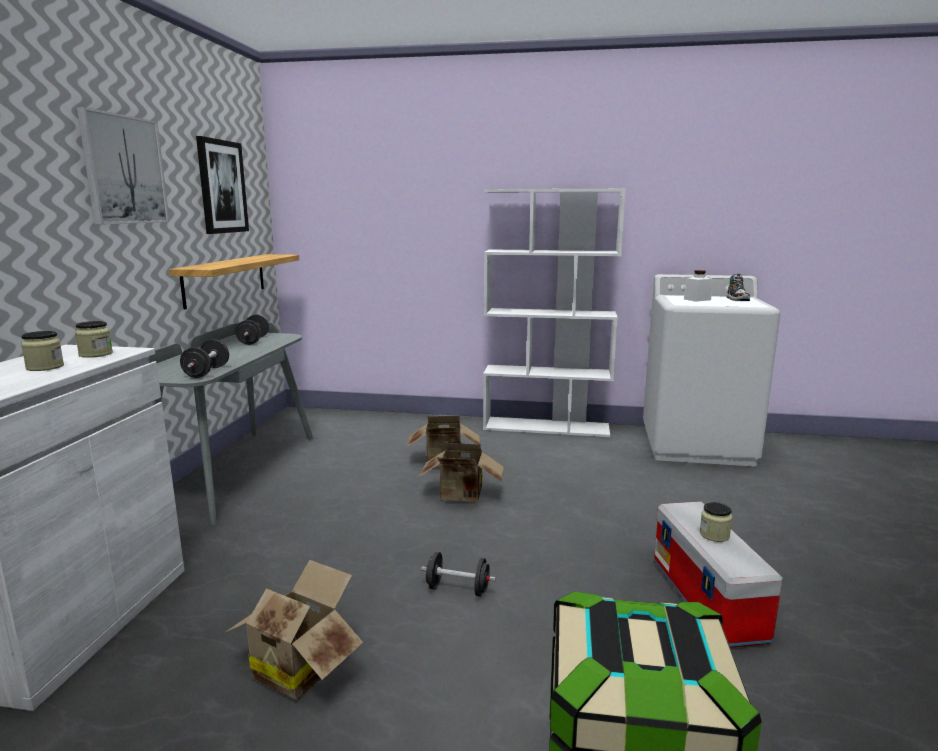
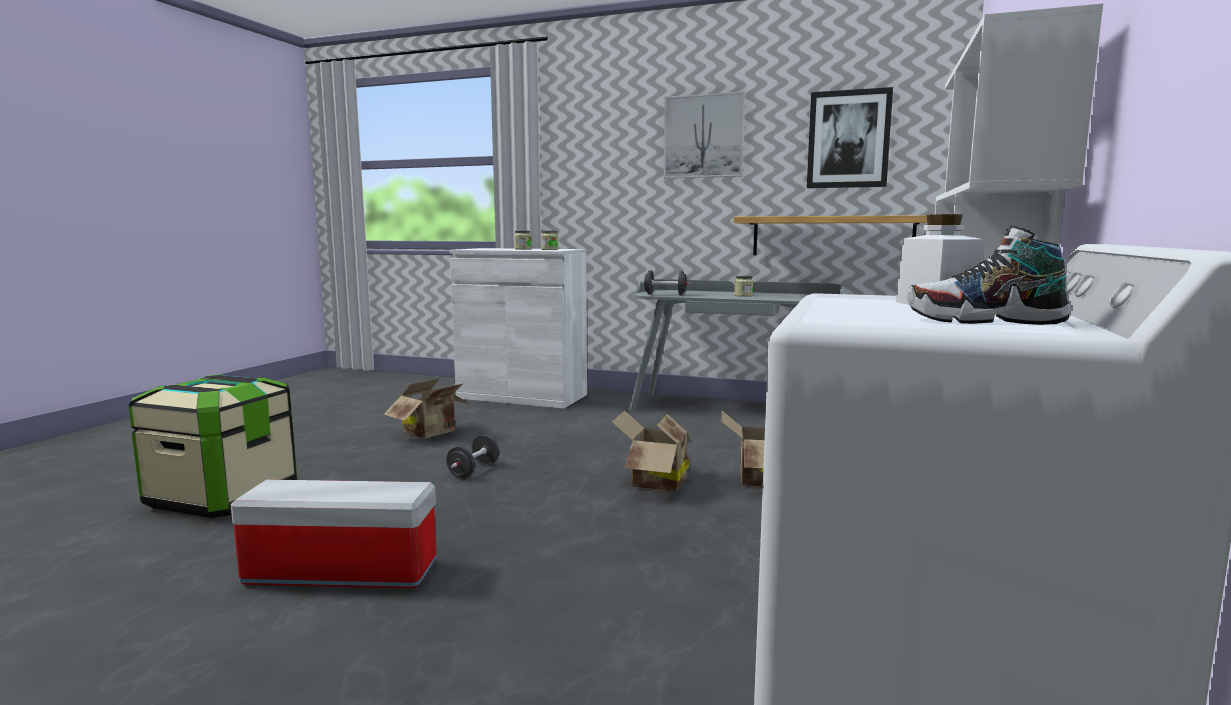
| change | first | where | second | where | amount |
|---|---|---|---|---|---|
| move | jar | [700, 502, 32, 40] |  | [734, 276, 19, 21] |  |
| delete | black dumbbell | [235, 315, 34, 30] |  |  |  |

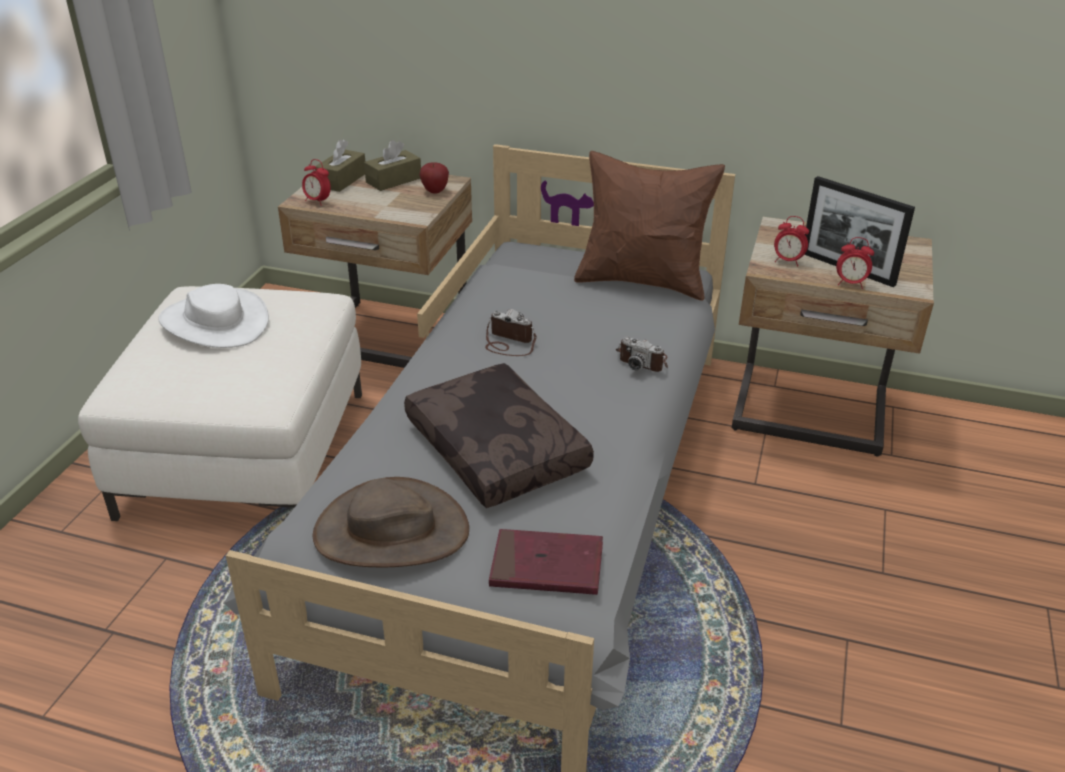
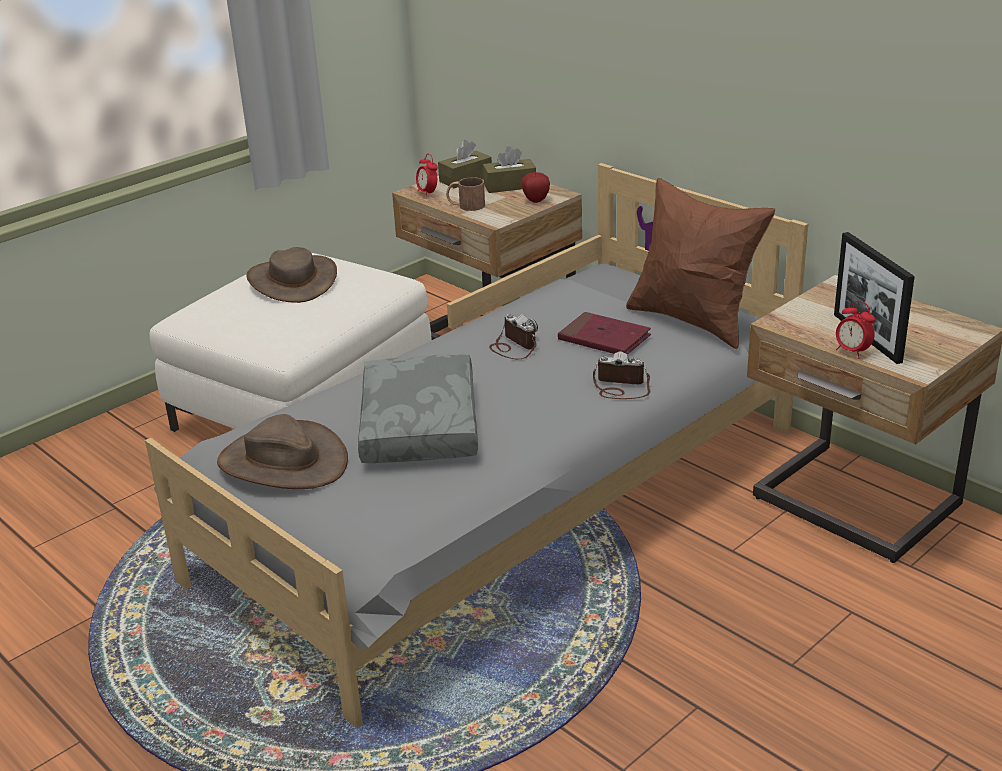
| change | first | where | second | where | amount |
|---|---|---|---|---|---|
| recolor | white hat | [158, 284, 111, 64] | brown hat | [246, 247, 91, 56] |  |
| recolor | brown pillow | [404, 363, 190, 145] | grey pillow | [358, 354, 120, 109] |  |
| insert |  |  | brown mug | [446, 177, 39, 34] |  |
| move | red book | [489, 529, 114, 66] |  | [558, 312, 93, 43] |  |
| rotate | photo camera | [616, 337, 52, 35] |  | [593, 351, 57, 48] | 135 degrees clockwise |
| delete | alarm clock | [774, 216, 35, 51] |  |  |  |

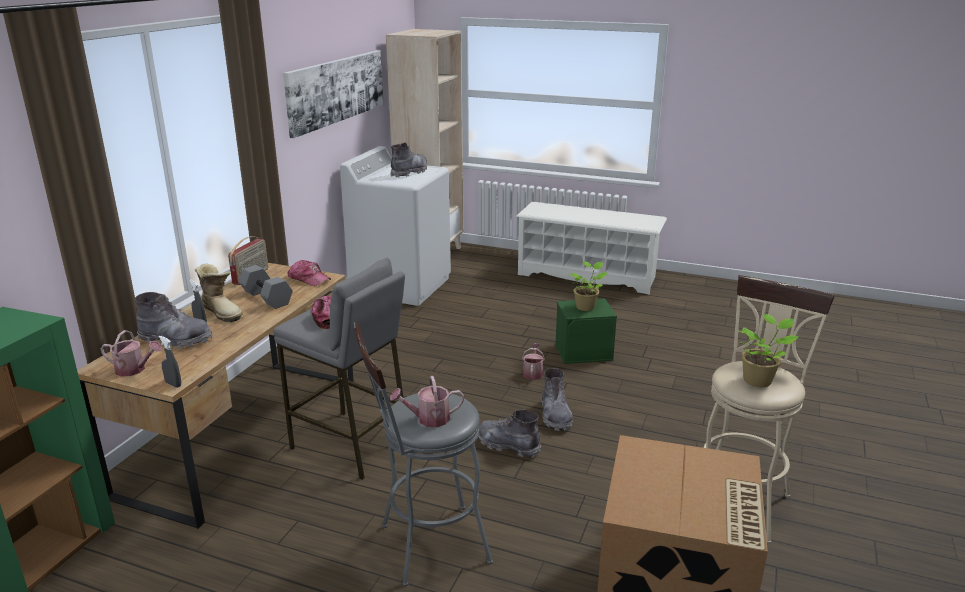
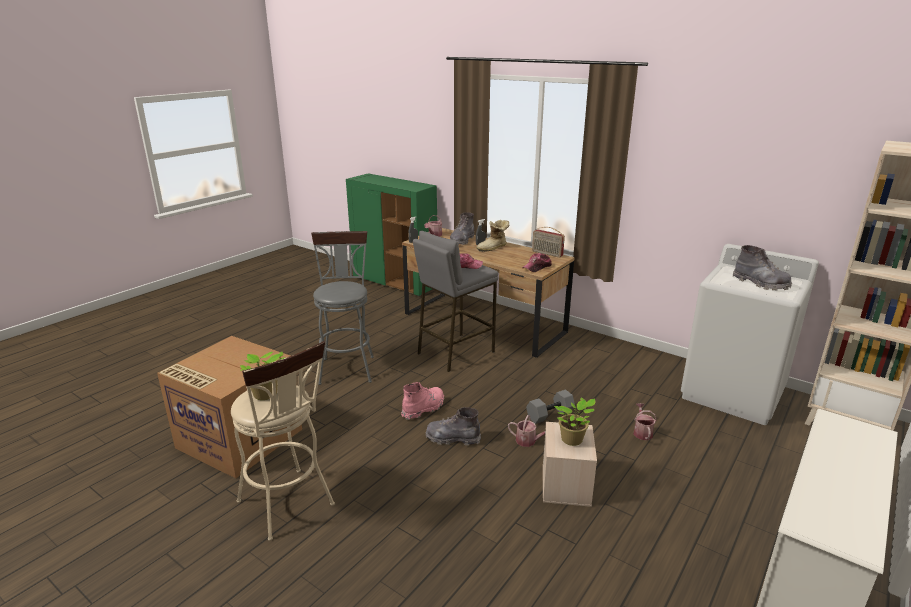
| change | first | where | second | where | amount |
|---|---|---|---|---|---|
| recolor | grey boot | [478, 410, 63, 48] | pink boot | [401, 382, 43, 38] |  |
| move | grey dumbbell | [239, 265, 54, 44] |  | [526, 390, 49, 34] |  |
| recolor | green storage box | [555, 298, 62, 66] | beige storage box | [543, 422, 54, 85] |  |
| move | watering can | [390, 376, 74, 51] |  | [633, 403, 24, 37] |  |
| delete | picture | [283, 50, 100, 88] |  |  |  |

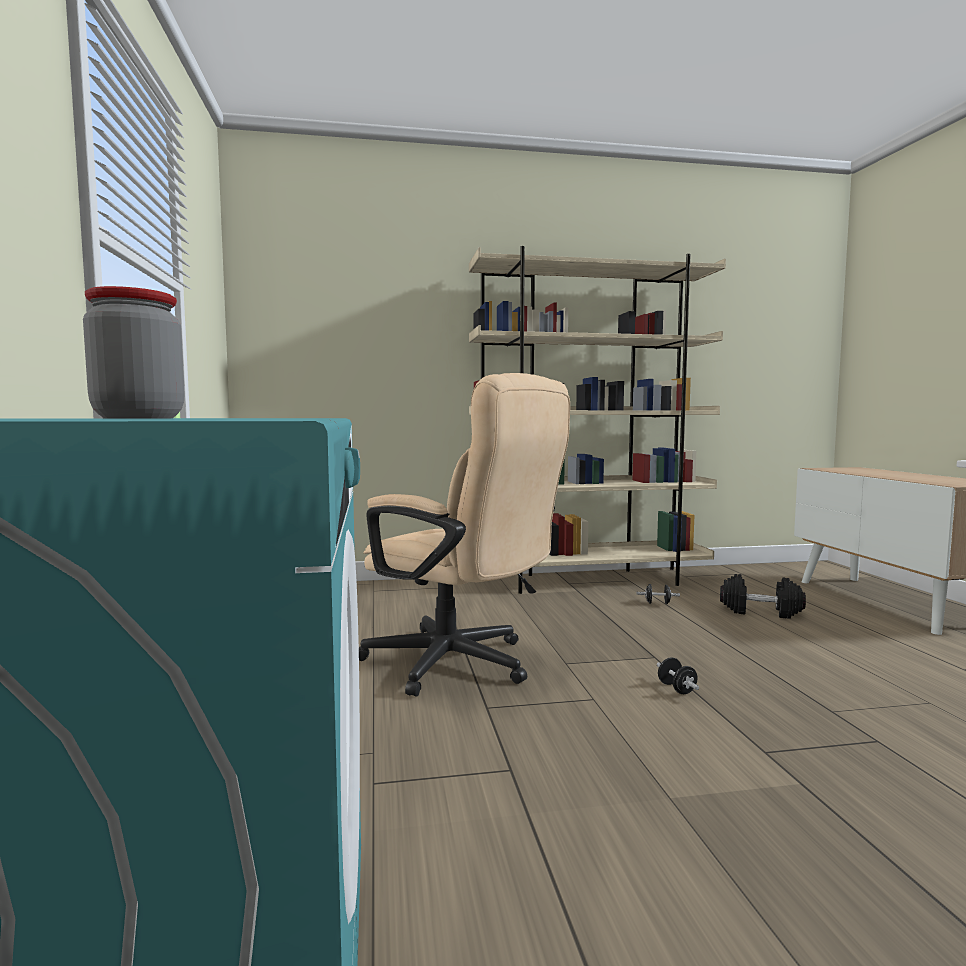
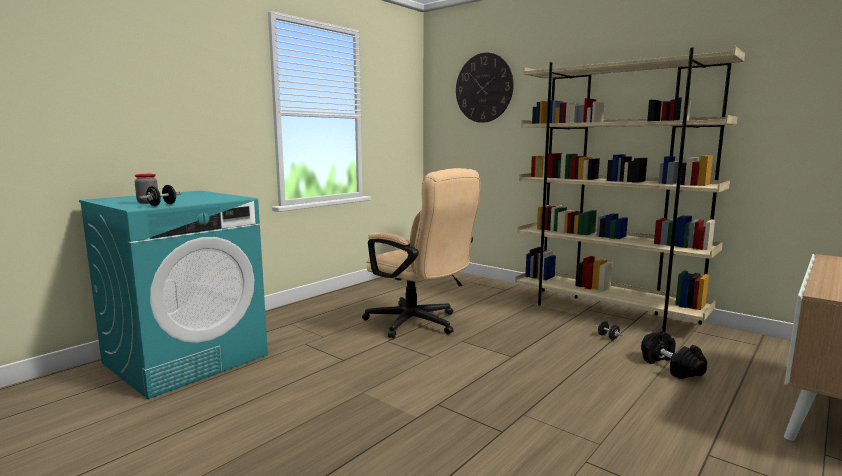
| change | first | where | second | where | amount |
|---|---|---|---|---|---|
| move | black dumbbell | [657, 657, 42, 37] |  | [140, 185, 41, 21] |  |
| rotate | beige office chair | [359, 373, 211, 324] |  | [362, 168, 118, 170] | 45 degrees counterclockwise |
| insert |  |  | wall clock | [456, 53, 58, 70] |  |

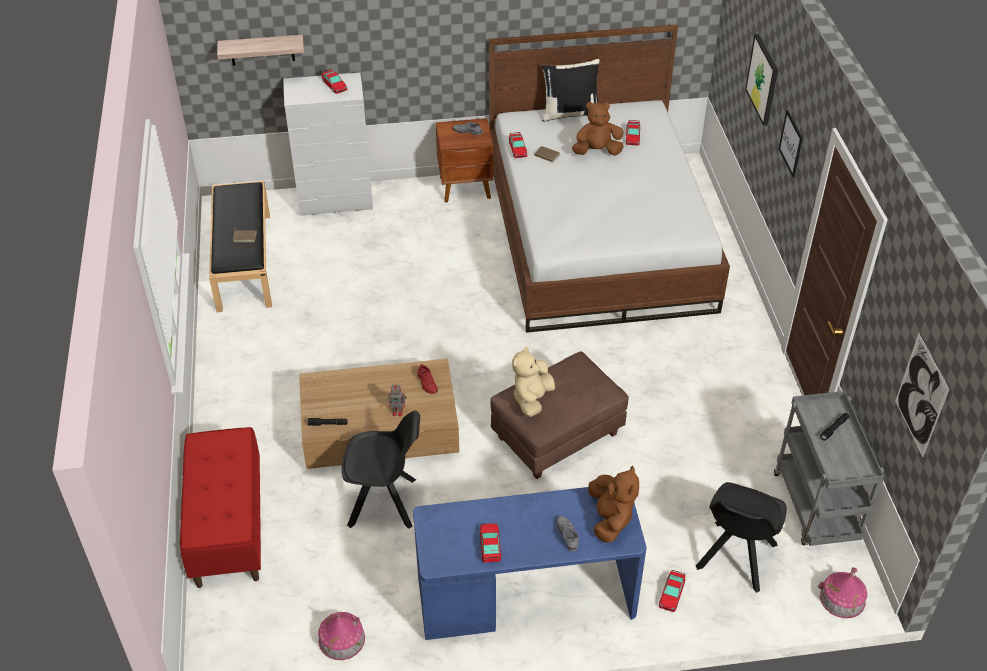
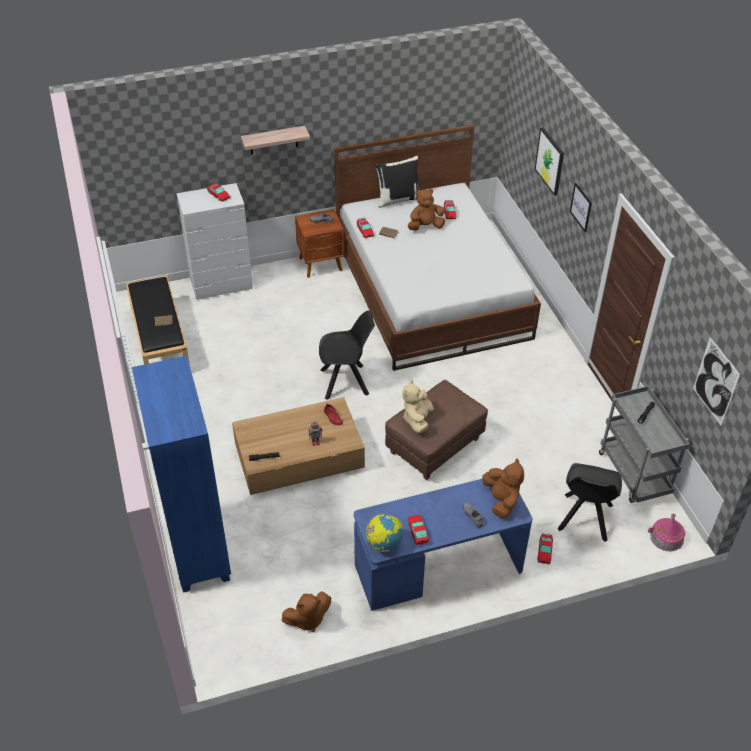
| change | first | where | second | where | amount |
|---|---|---|---|---|---|
| replace | red bench | [180, 427, 81, 161] | blue bookcase | [132, 356, 99, 237] |  |
| move | shelf | [217, 35, 87, 31] |  | [241, 126, 69, 29] |  |
| replace | toy house | [318, 612, 47, 48] | brown plush toy | [281, 592, 50, 40] |  |
| move | black chair | [342, 411, 78, 118] |  | [319, 311, 56, 89] |  |
| insert |  |  | globe | [366, 514, 37, 38] |  |

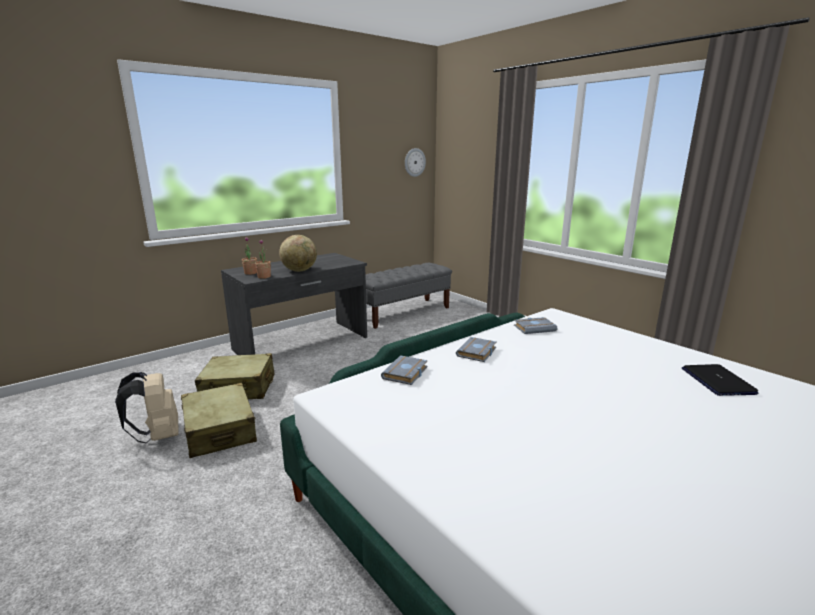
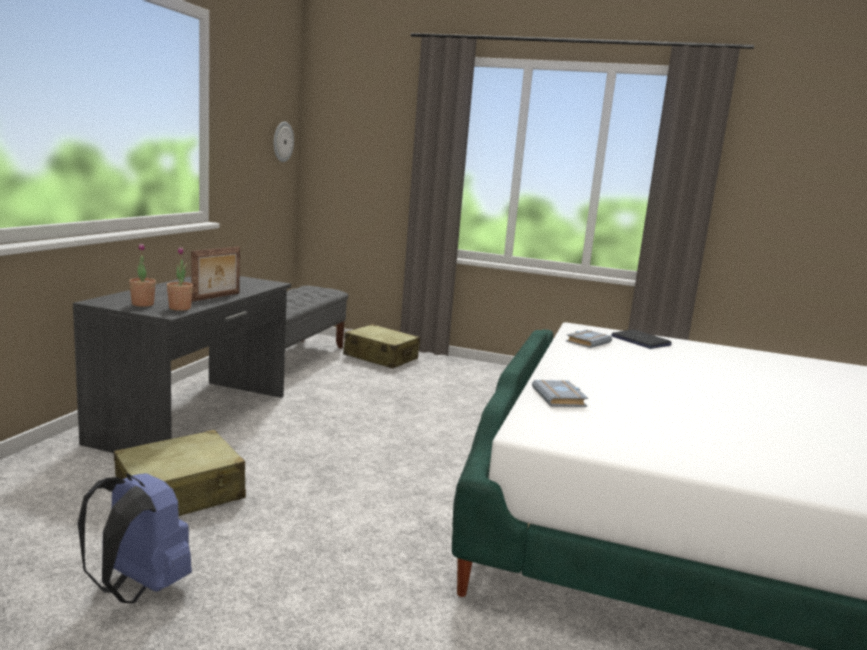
| change | first | where | second | where | amount |
|---|---|---|---|---|---|
| recolor | beige backpack | [115, 372, 64, 71] | blue backpack | [78, 473, 114, 130] |  |
| replace | globe | [279, 235, 38, 37] | picture frame | [191, 246, 49, 56] |  |
| move | beige suitcase | [181, 383, 76, 75] |  | [343, 324, 77, 44] |  |
| move | laptop | [682, 364, 76, 32] |  | [611, 329, 61, 20] |  |
| delete | grey book | [456, 337, 40, 25] |  |  |  |

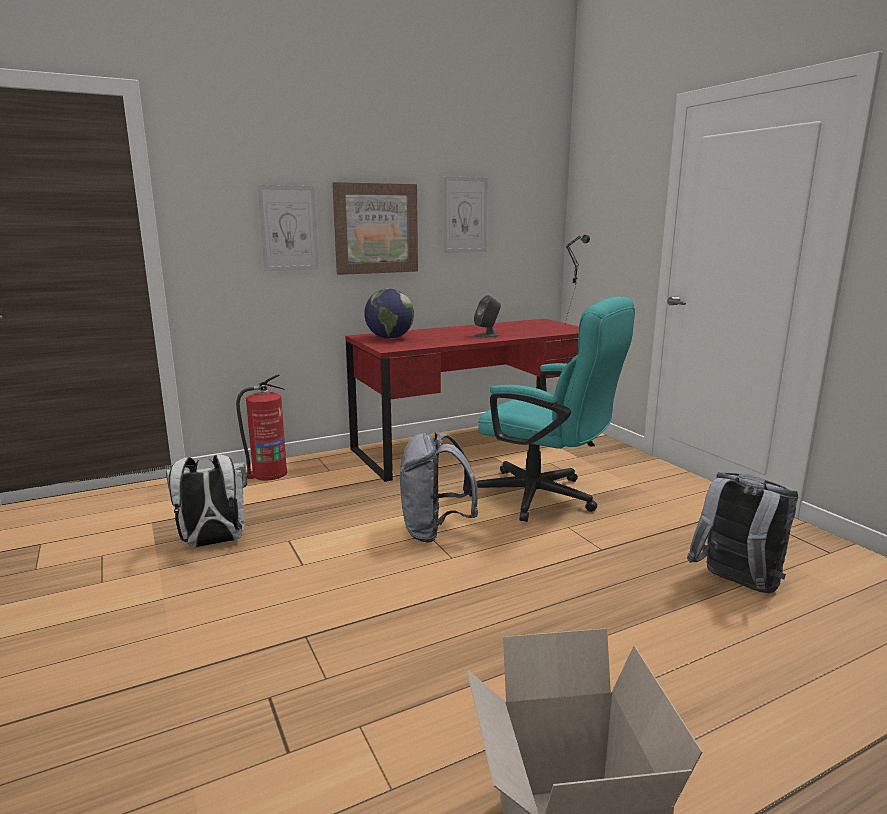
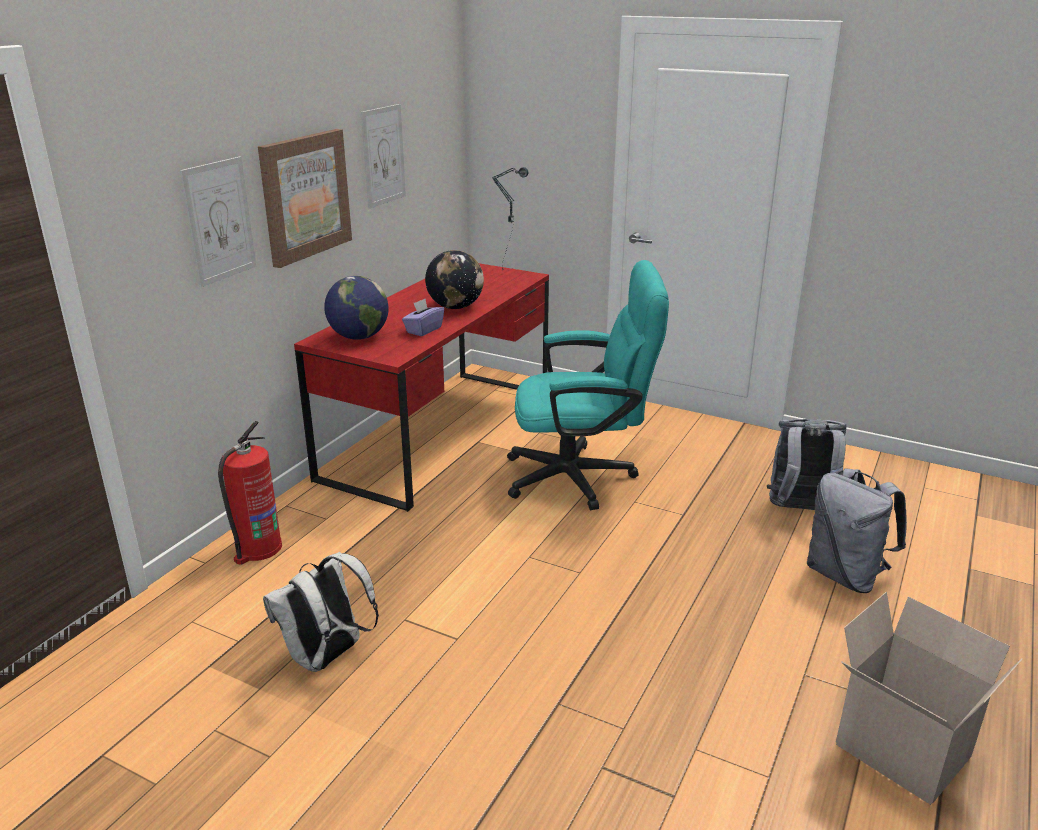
| change | first | where | second | where | amount |
|---|---|---|---|---|---|
| insert |  |  | purple tissue box | [402, 299, 42, 37] |  |
| replace | grey speaker | [474, 295, 27, 43] | globe | [425, 250, 59, 59] |  |
| move | grey backpack | [400, 432, 78, 111] |  | [807, 468, 100, 125] |  |

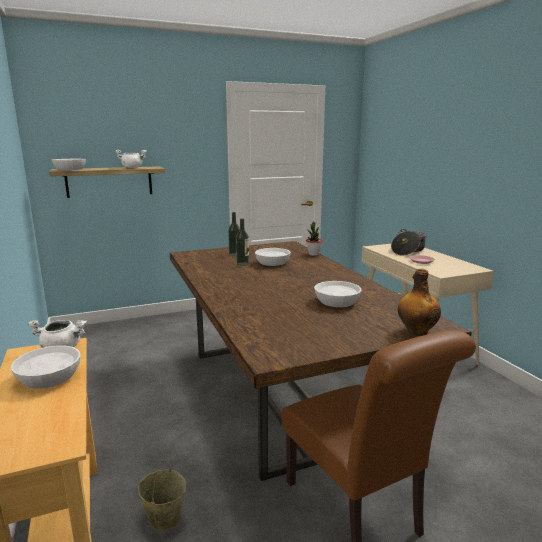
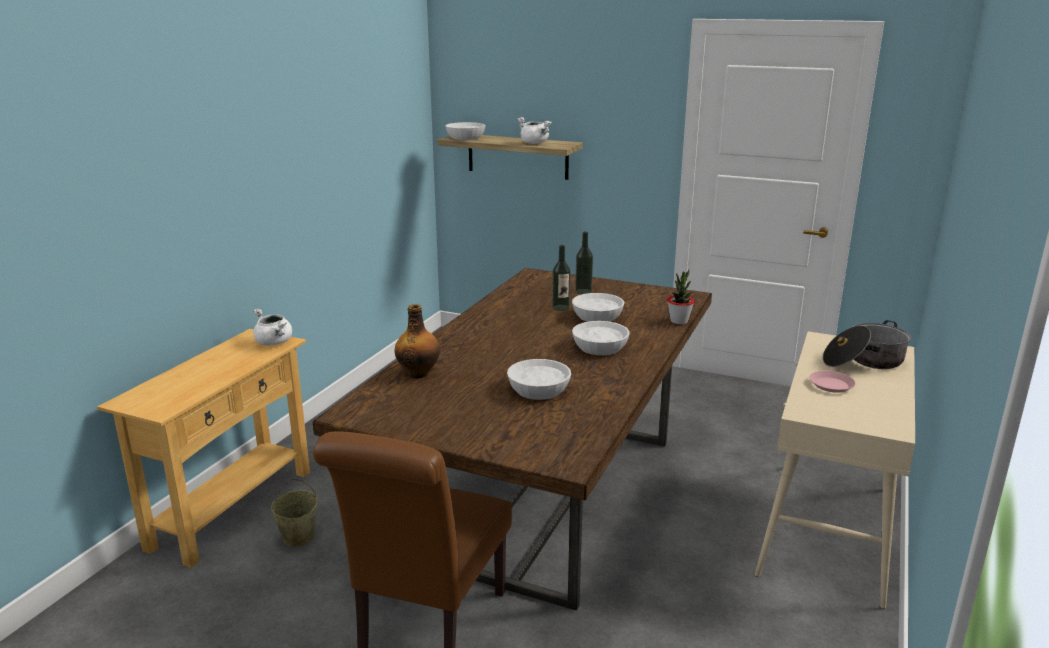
| change | first | where | second | where | amount |
|---|---|---|---|---|---|
| move | bottle | [398, 269, 43, 67] |  | [394, 304, 46, 75] |  |
| move | white bowl | [11, 346, 70, 43] |  | [572, 321, 57, 34] |  |

